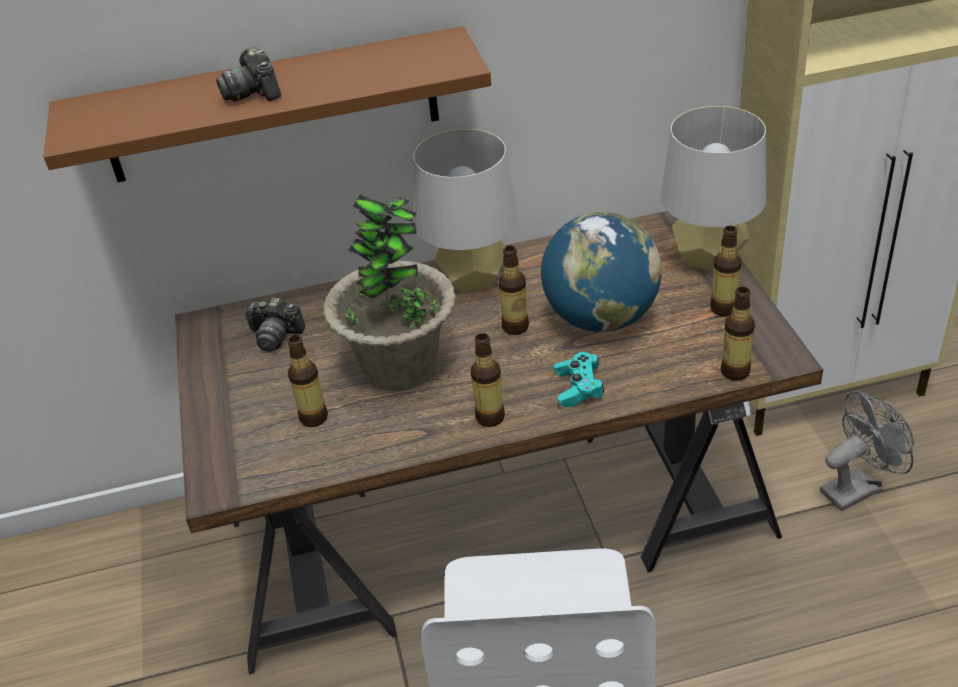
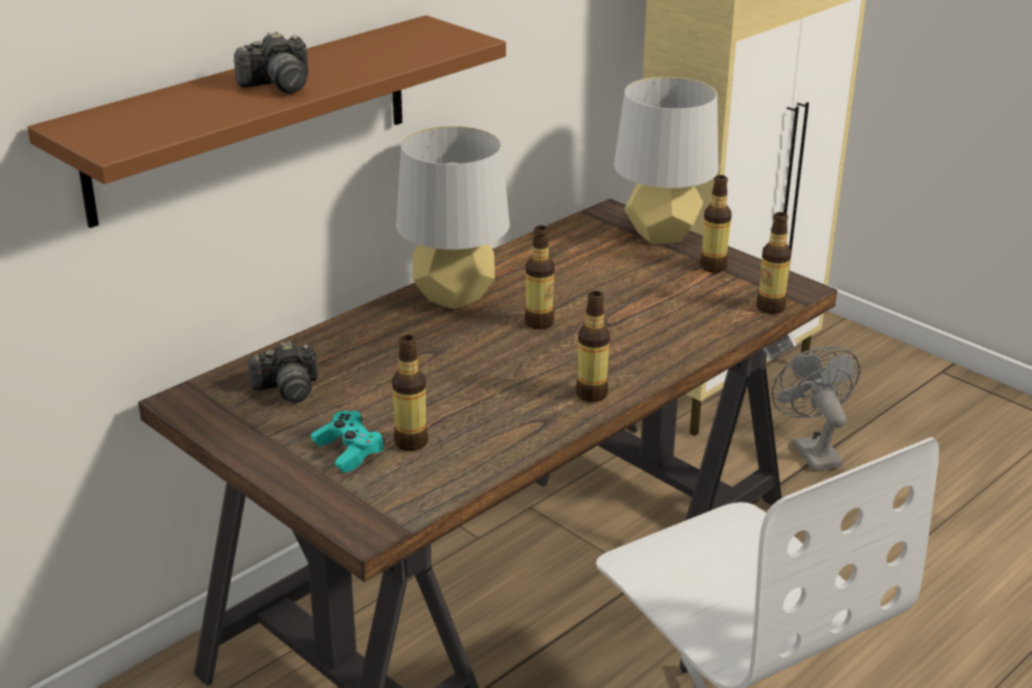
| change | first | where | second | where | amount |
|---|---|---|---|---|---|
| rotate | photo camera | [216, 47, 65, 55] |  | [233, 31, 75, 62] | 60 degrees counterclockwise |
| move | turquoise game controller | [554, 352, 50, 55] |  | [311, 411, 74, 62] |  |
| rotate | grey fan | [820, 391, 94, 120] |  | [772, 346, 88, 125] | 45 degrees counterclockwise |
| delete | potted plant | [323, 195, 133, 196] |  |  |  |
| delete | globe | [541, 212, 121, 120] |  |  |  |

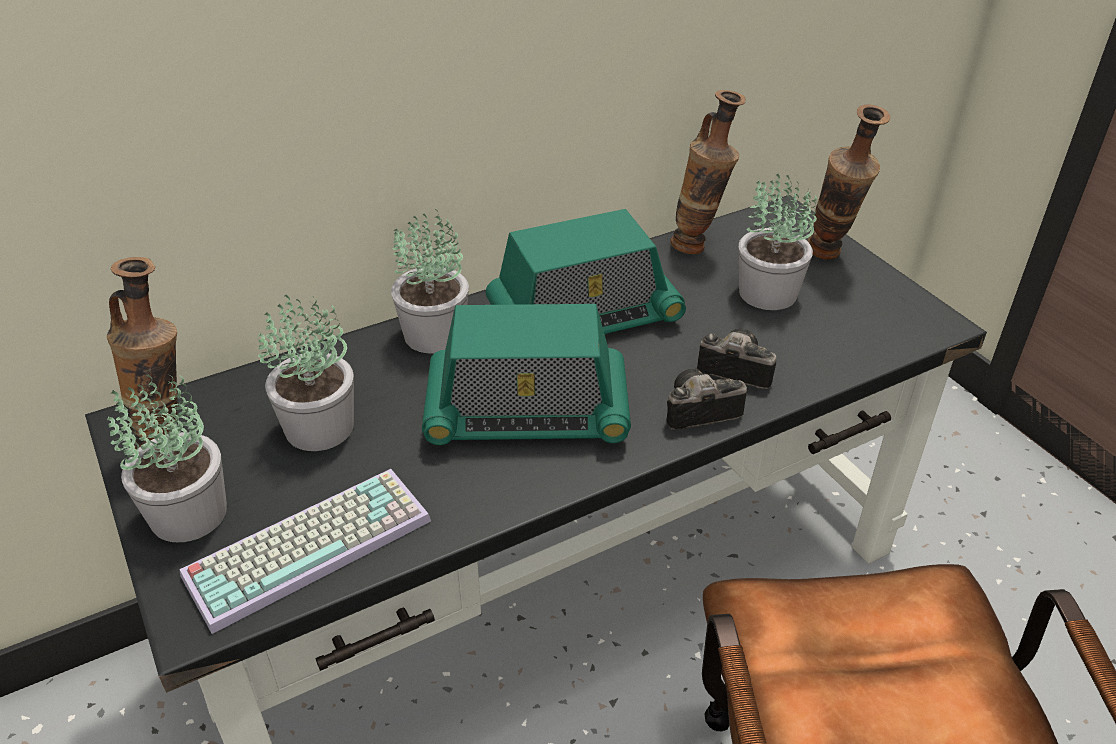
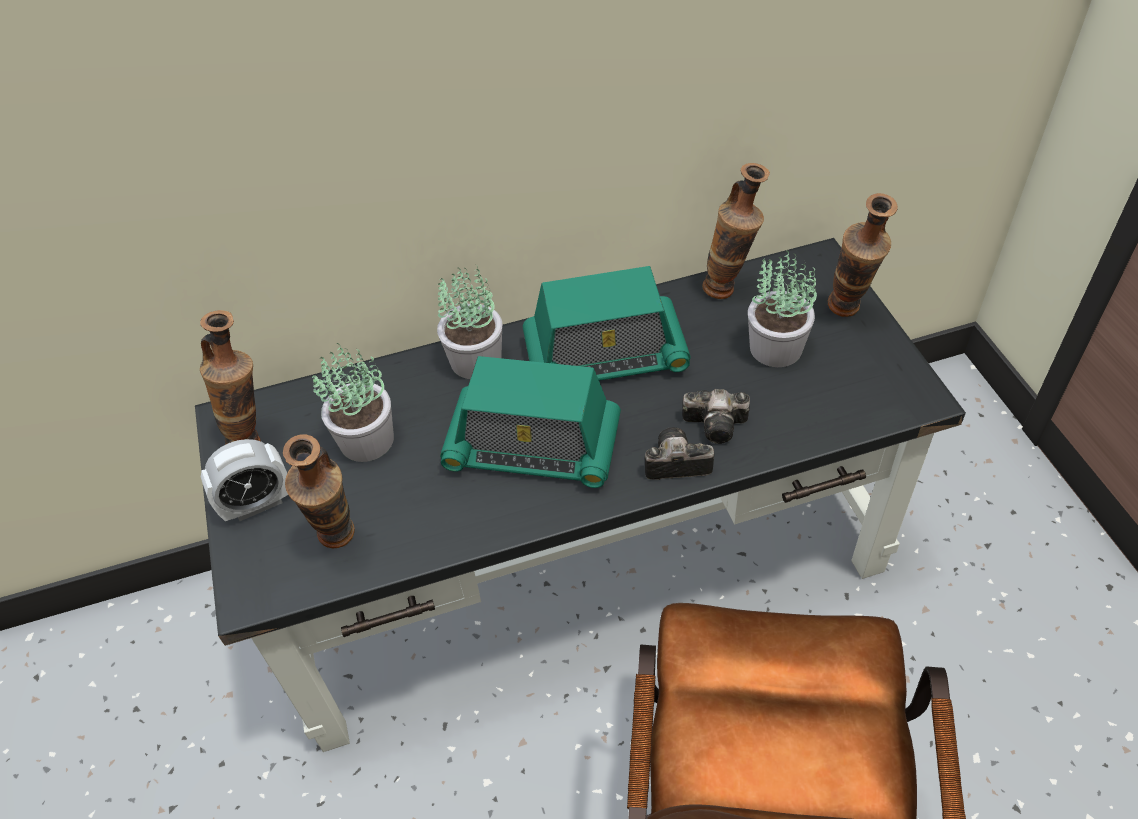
| change | first | where | second | where | amount |
|---|---|---|---|---|---|
| replace | potted plant | [107, 374, 120, 168] | alarm clock | [201, 439, 87, 82] |  |
| replace | keyboard | [179, 469, 252, 165] | vase | [283, 434, 71, 115] |  |
| rotate | photo camera | [697, 329, 80, 60] |  | [682, 389, 68, 55] | 150 degrees clockwise |

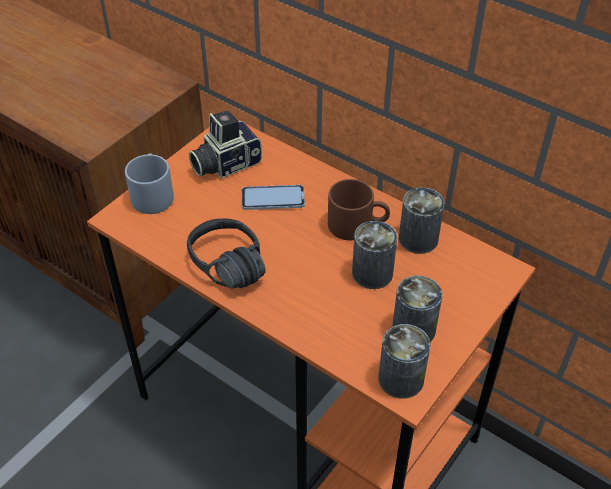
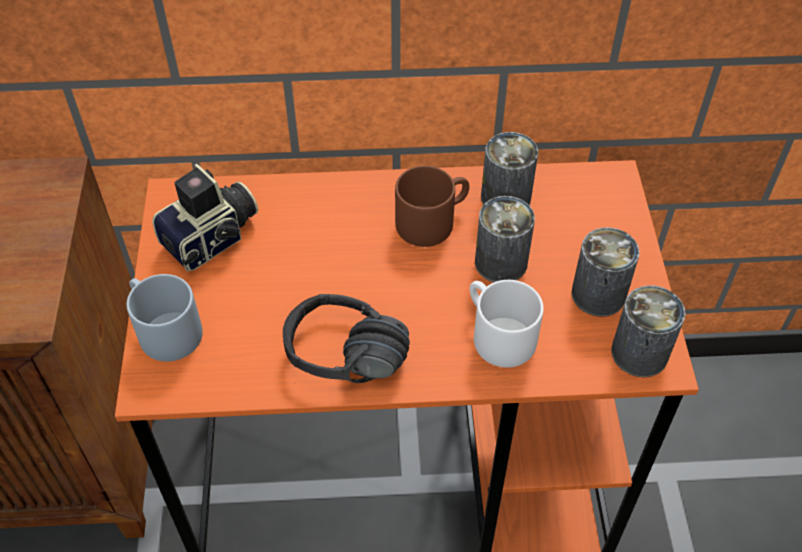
| change | first | where | second | where | amount |
|---|---|---|---|---|---|
| rotate | photo camera | [189, 110, 73, 69] |  | [152, 164, 106, 107] | 150 degrees counterclockwise |
| insert |  |  | white mug | [470, 280, 74, 88] |  |
| delete | phone | [241, 185, 64, 25] |  |  |  |

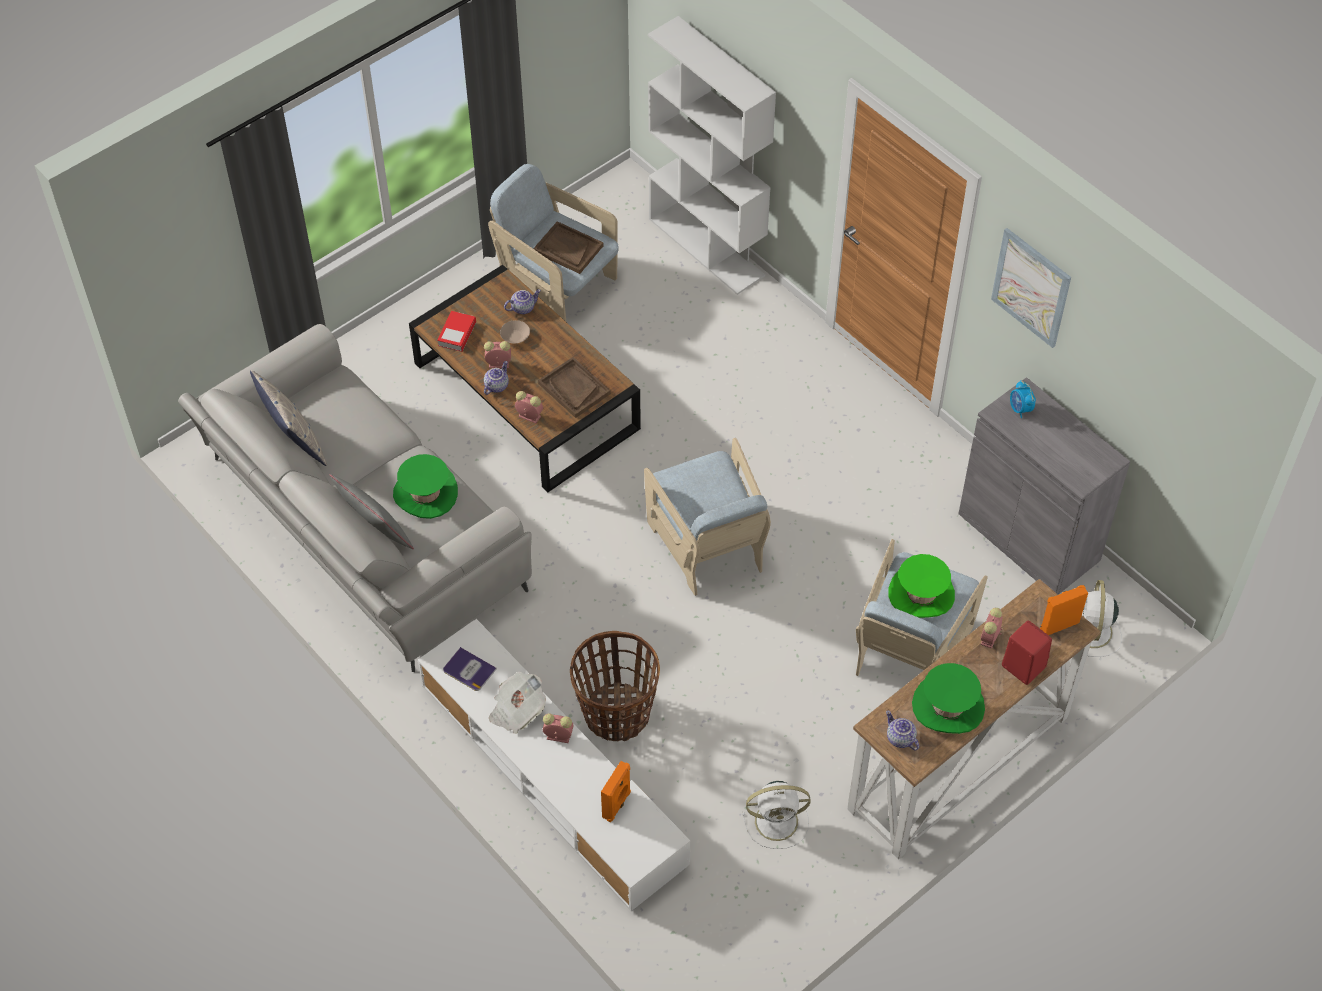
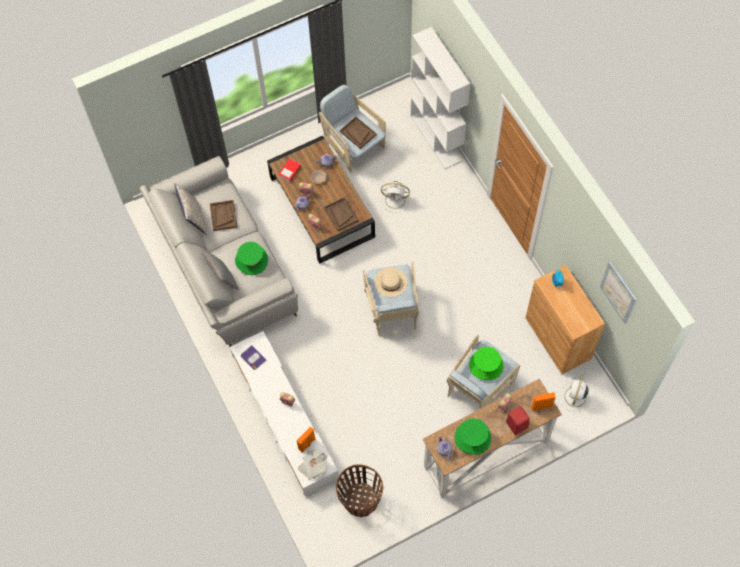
| change | first | where | second | where | amount |
|---|---|---|---|---|---|
| insert |  |  | brown tray | [210, 200, 27, 31] |  |
| move | newspaper | [489, 672, 57, 62] |  | [298, 449, 29, 31] |  |
| move | basket | [570, 631, 90, 110] |  | [336, 464, 47, 53] |  |
| insert |  |  | beige hat | [374, 267, 34, 30] |  |
| move | white fan | [742, 781, 69, 68] |  | [381, 181, 29, 32] |  |
| recolor | grey cabinet | [958, 377, 172, 217] | brown cabinet | [525, 265, 80, 109] |  |
| move | picture | [991, 228, 80, 120] |  | [600, 261, 37, 63] |  |

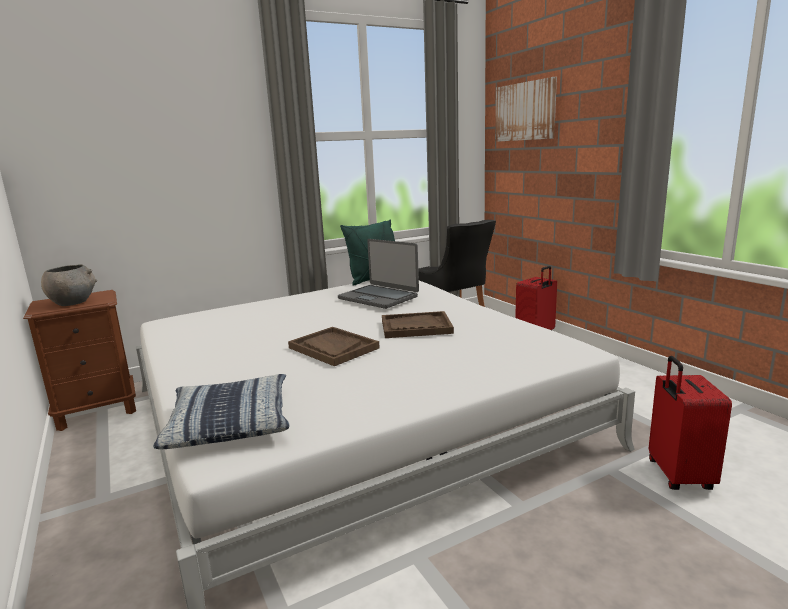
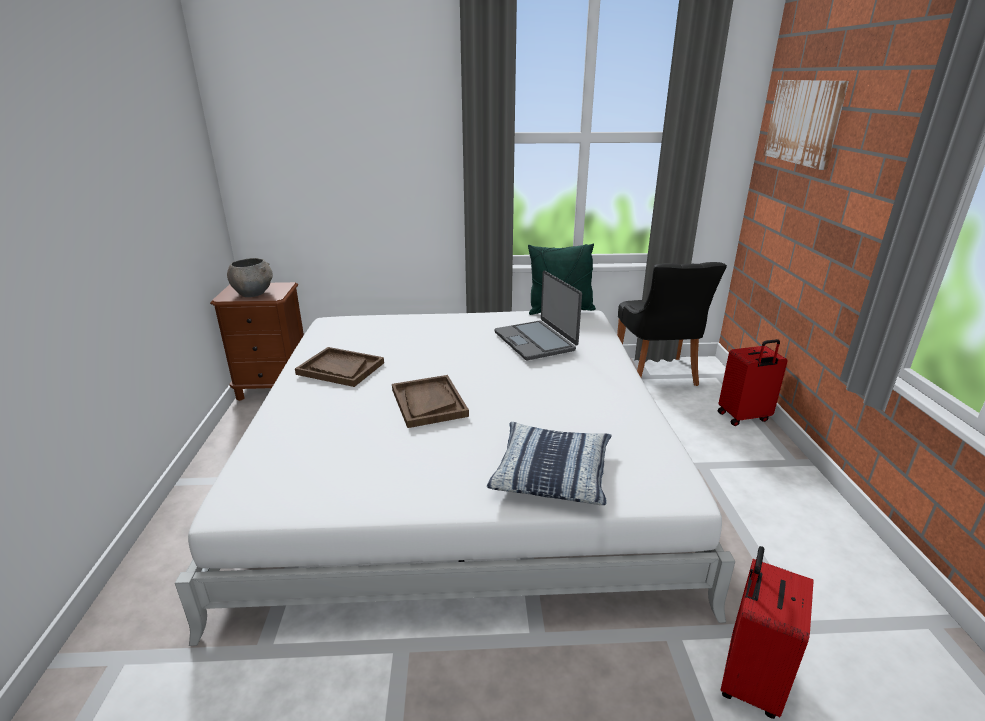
| change | first | where | second | where | amount |
|---|---|---|---|---|---|
| move | brown tray | [382, 311, 72, 27] |  | [295, 347, 89, 40] |  |
| move | pillow | [153, 374, 137, 75] |  | [487, 422, 125, 83] |  |

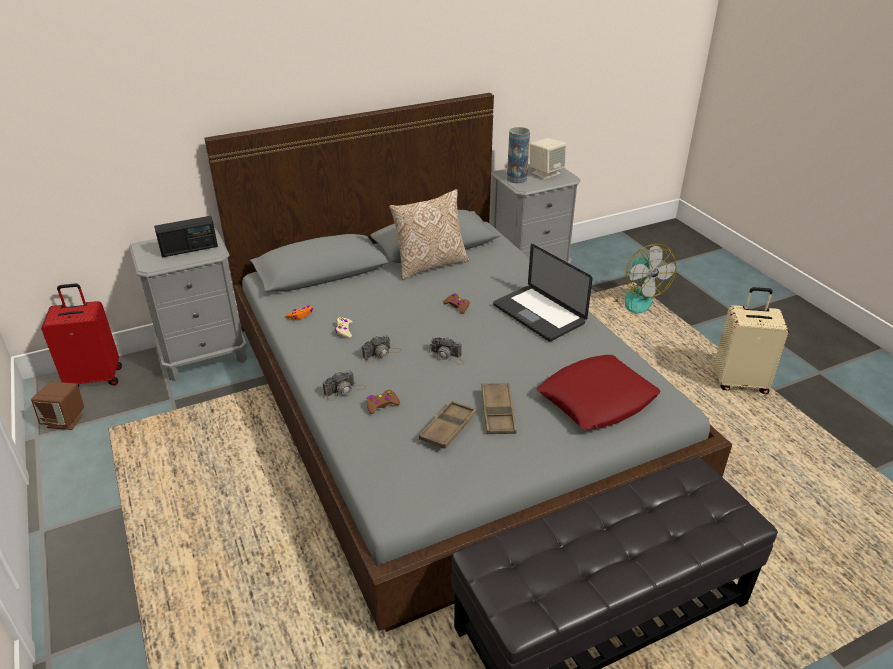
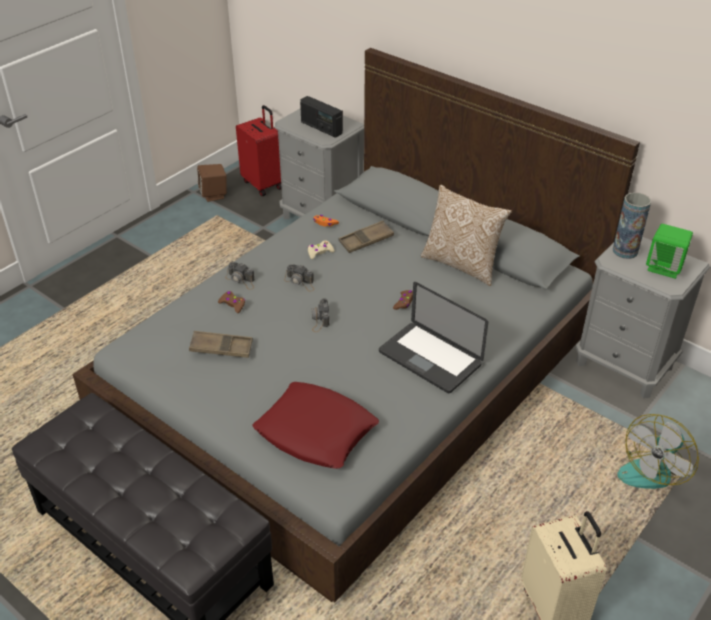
| change | first | where | second | where | amount |
|---|---|---|---|---|---|
| move | brown tray | [481, 383, 35, 51] |  | [339, 221, 55, 32] |  |
| rotate | laptop | [493, 244, 100, 97] |  | [379, 282, 109, 111] | 75 degrees counterclockwise |
| recolor | beige speaker | [530, 138, 36, 41] | green speaker | [646, 224, 47, 55] |  |

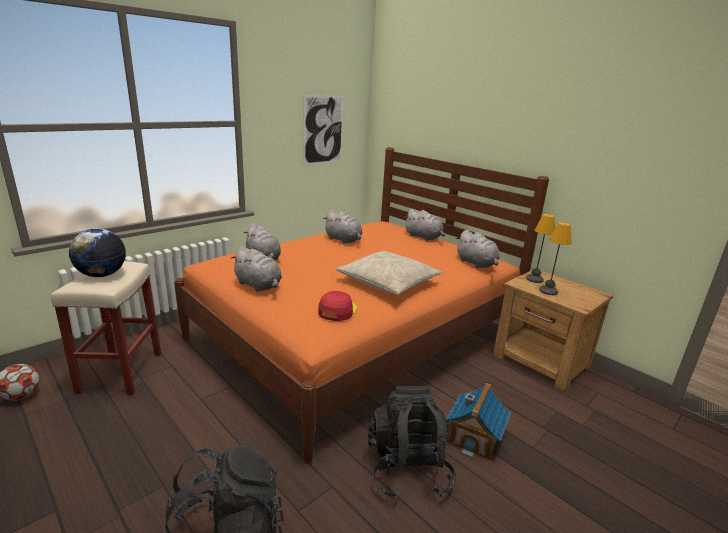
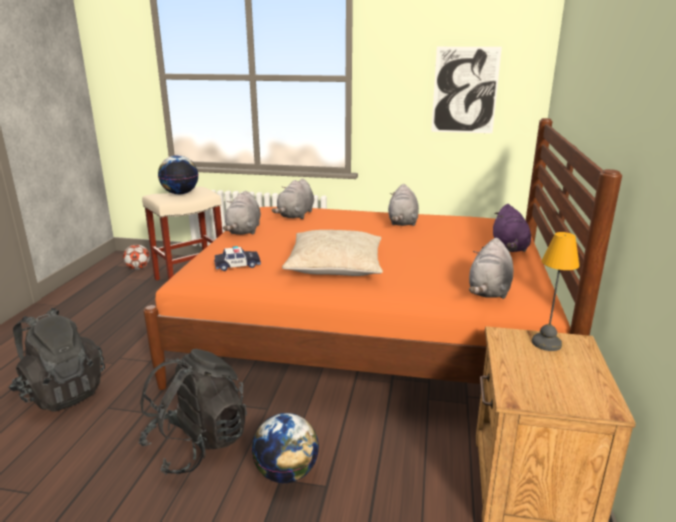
| change | first | where | second | where | amount |
|---|---|---|---|---|---|
| replace | red cap | [318, 291, 39, 30] | toy car | [214, 246, 47, 25] |  |
| replace | toy house | [446, 383, 65, 78] | globe | [252, 413, 67, 70] |  |
| recolor | grey plush toy | [404, 209, 41, 32] | purple plush toy | [493, 204, 38, 48] |  |
| delete | table lamp | [539, 222, 33, 73] |  |  |  |

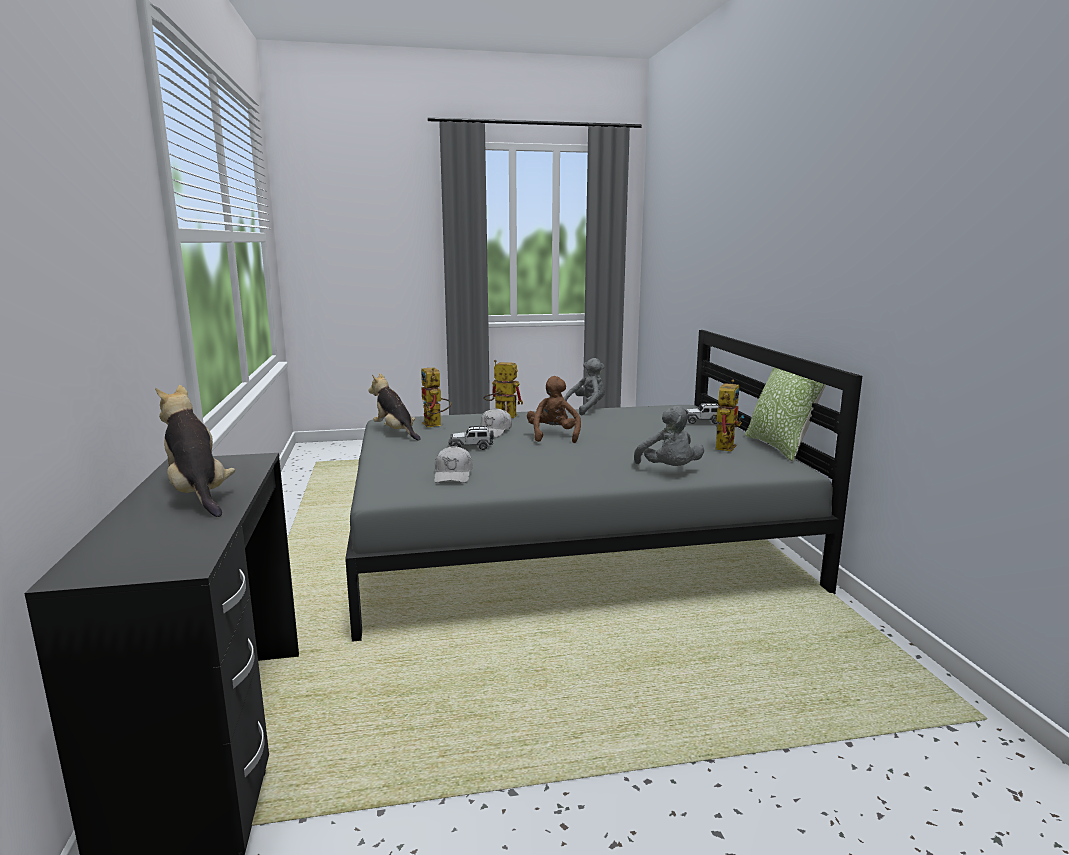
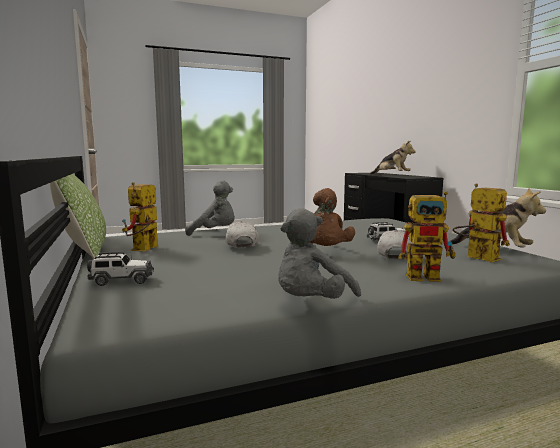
| change | first | where | second | where | amount |
|---|---|---|---|---|---|
| rotate | grey plush toy | [634, 406, 70, 60] |  | [185, 180, 50, 56] | 120 degrees clockwise |
| move | white cap | [434, 446, 39, 37] |  | [226, 221, 33, 27] |  |

